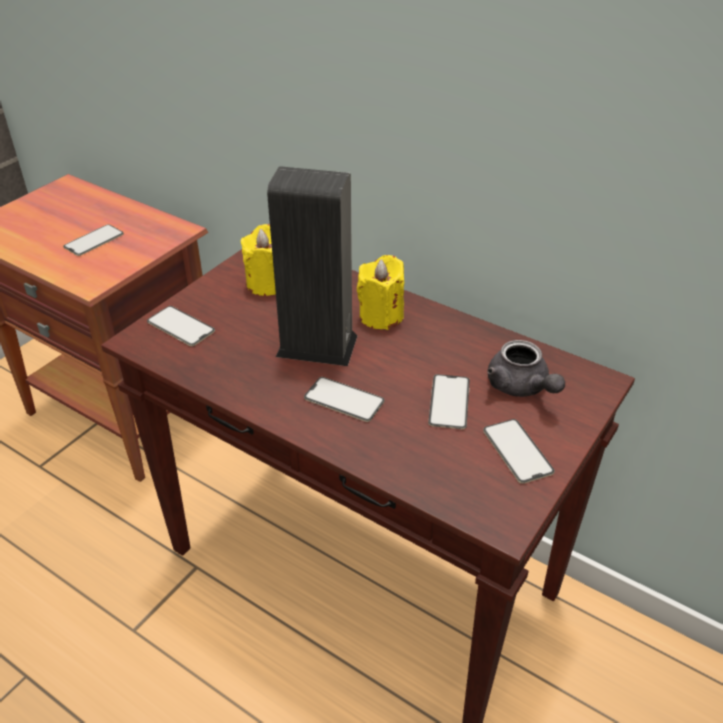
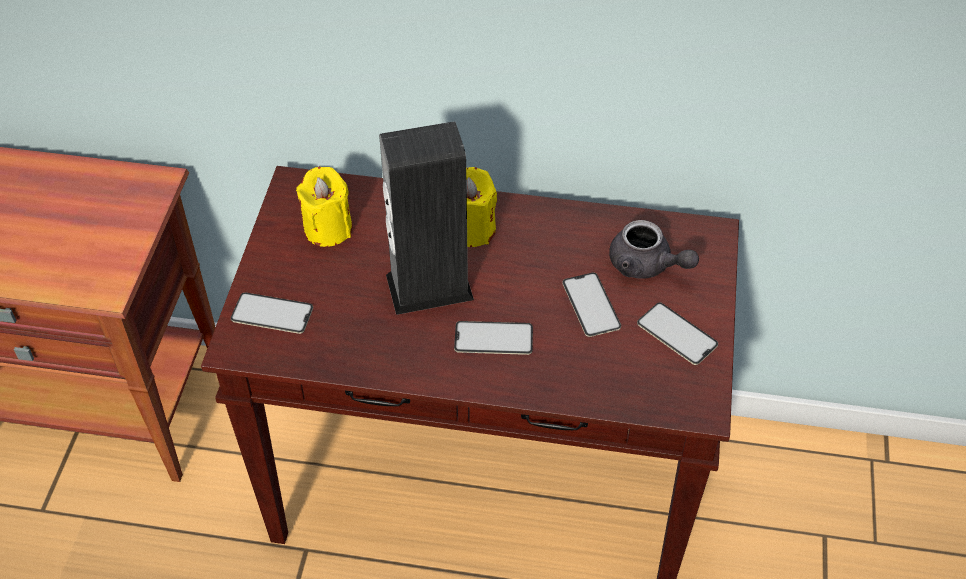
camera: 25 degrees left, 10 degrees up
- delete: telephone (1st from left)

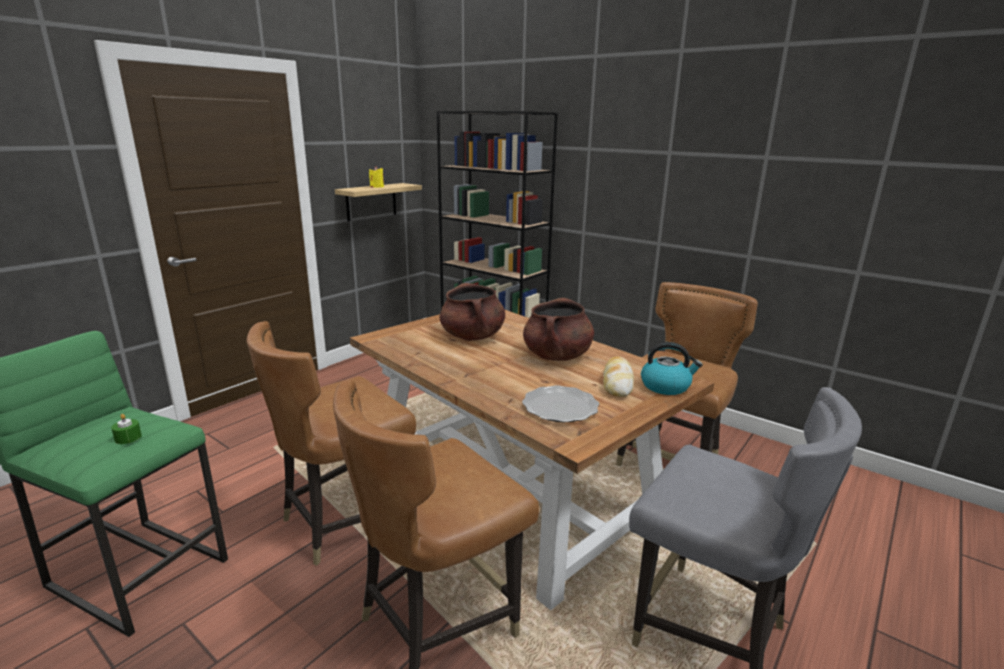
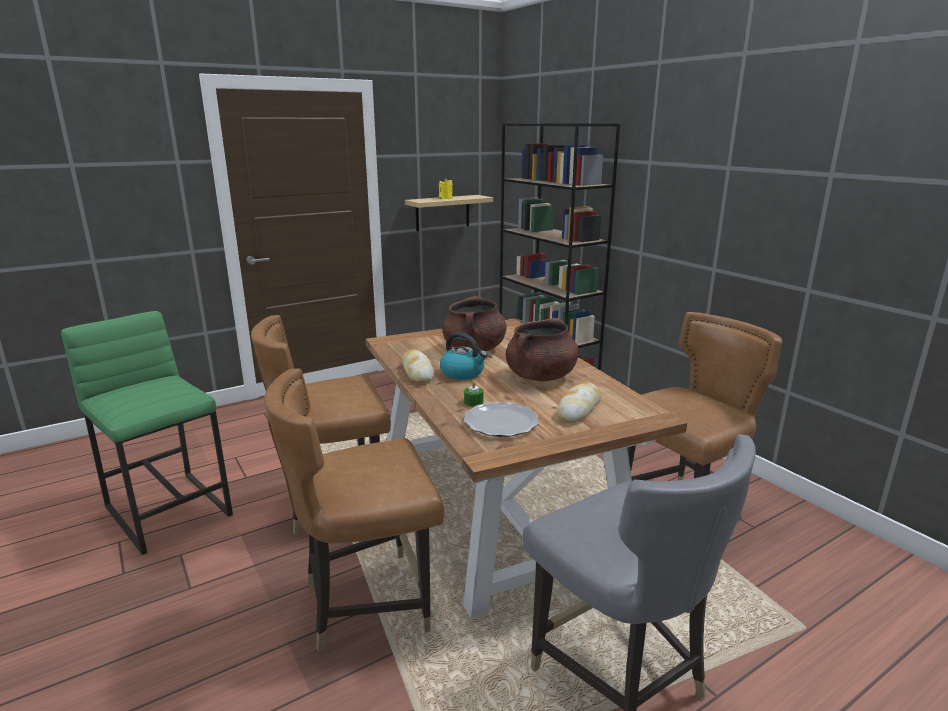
camera: 20 degrees right, 0 degrees up
- insert: baked_bread (1st from left)
- move: kettle
- move: green_wax_light

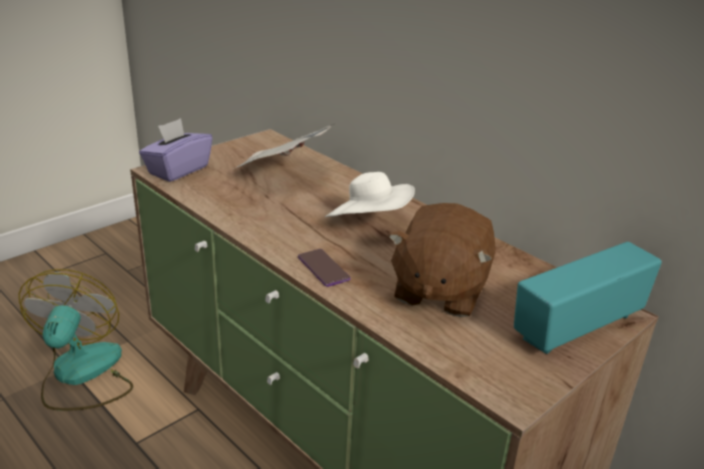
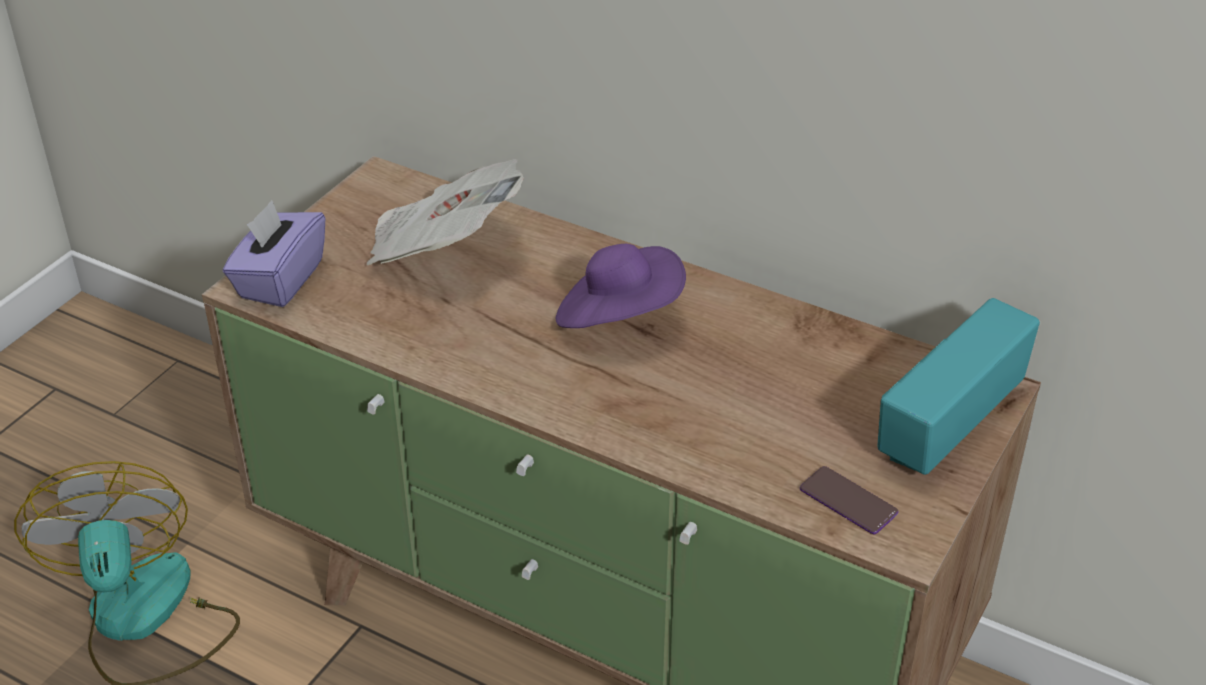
camera: 15 degrees left, 10 degrees up
- recolor: white-coloured_wearable_hat to purple_wearable_hat
- move: telephone
- delete: brown-coloured_cuddly_toy

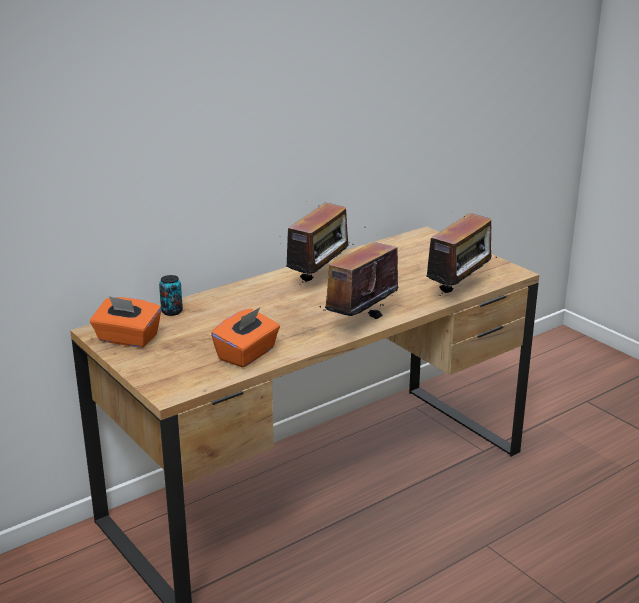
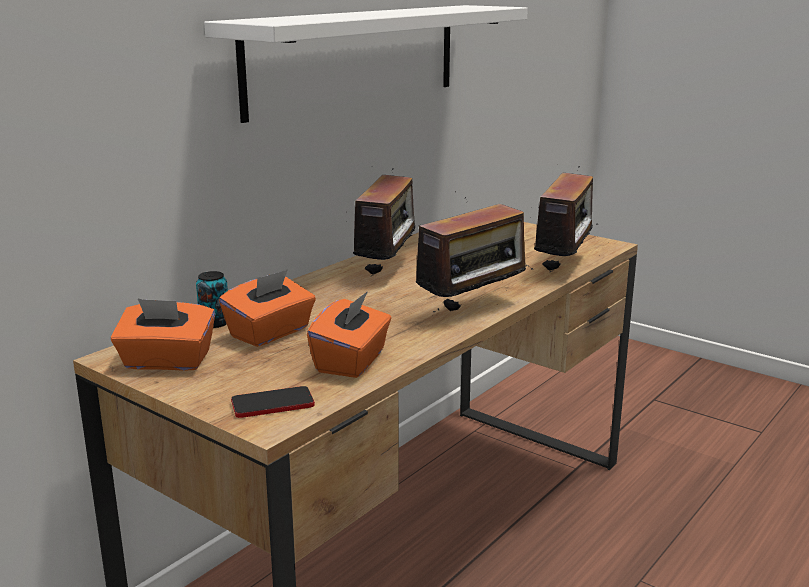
camera: 15 degrees left, 5 degrees down
- insert: white-coloured_bracket_shelf
- insert: orange_box_of_tissues (2nd from left)
- insert: telephone
- rotate: radio_set (2nd from left) 150 degrees counterclockwise

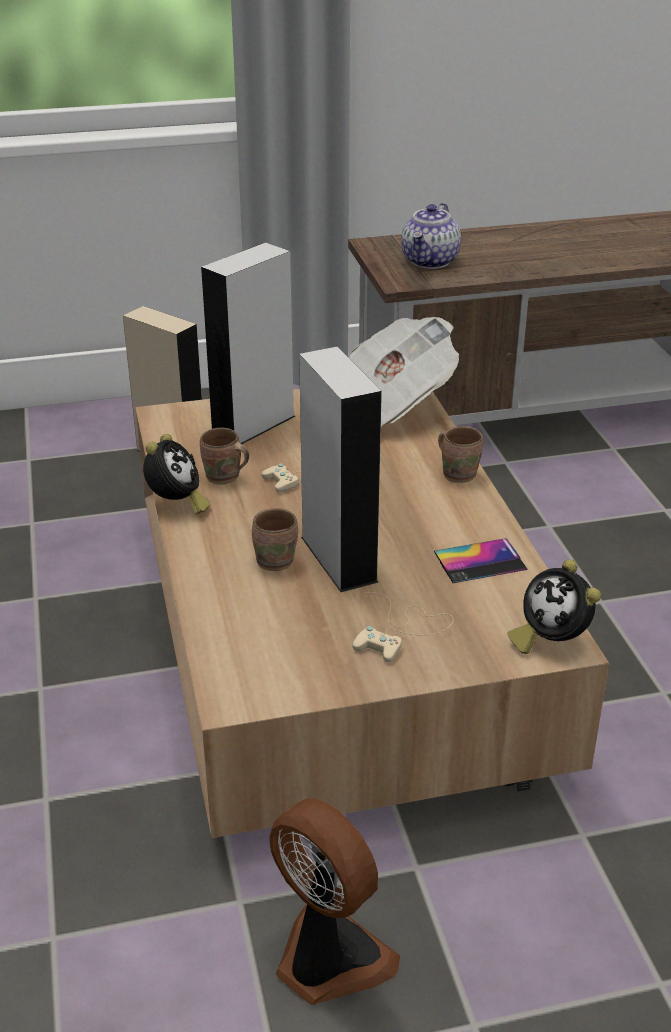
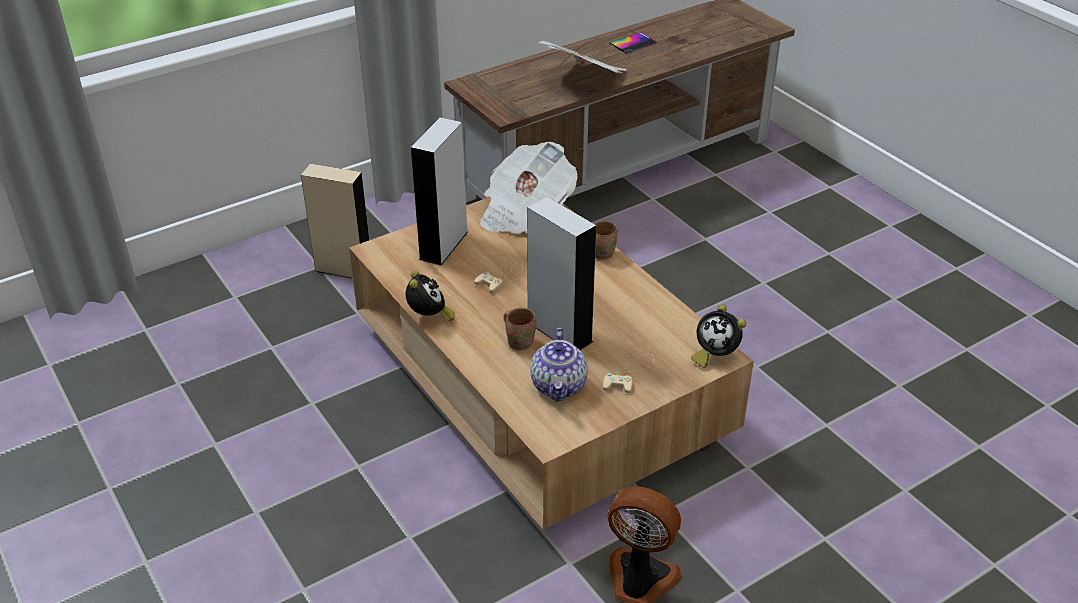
camera: 20 degrees left, 5 degrees up
- move: pot_for_tea
- insert: daily_paper (2nd from left)
- move: telephone
- delete: brown-coloured_tea_mug (1st from left)

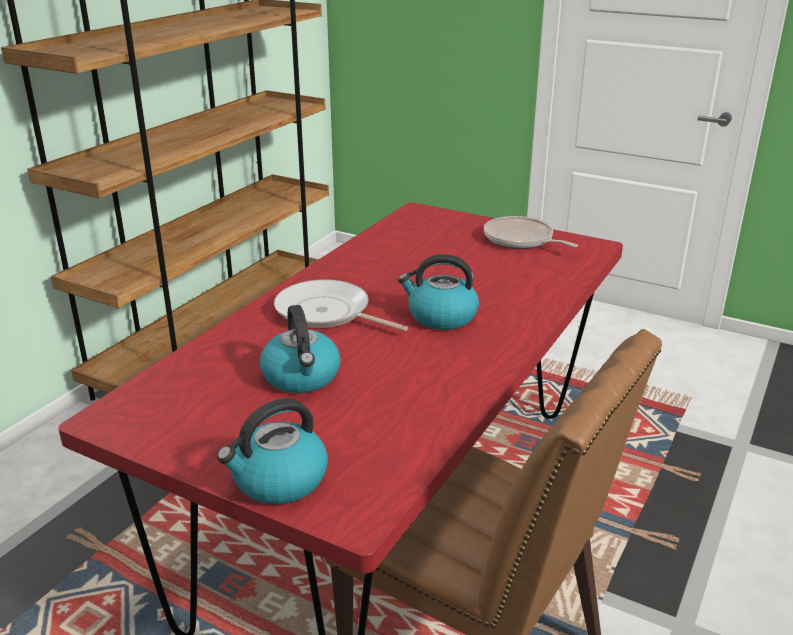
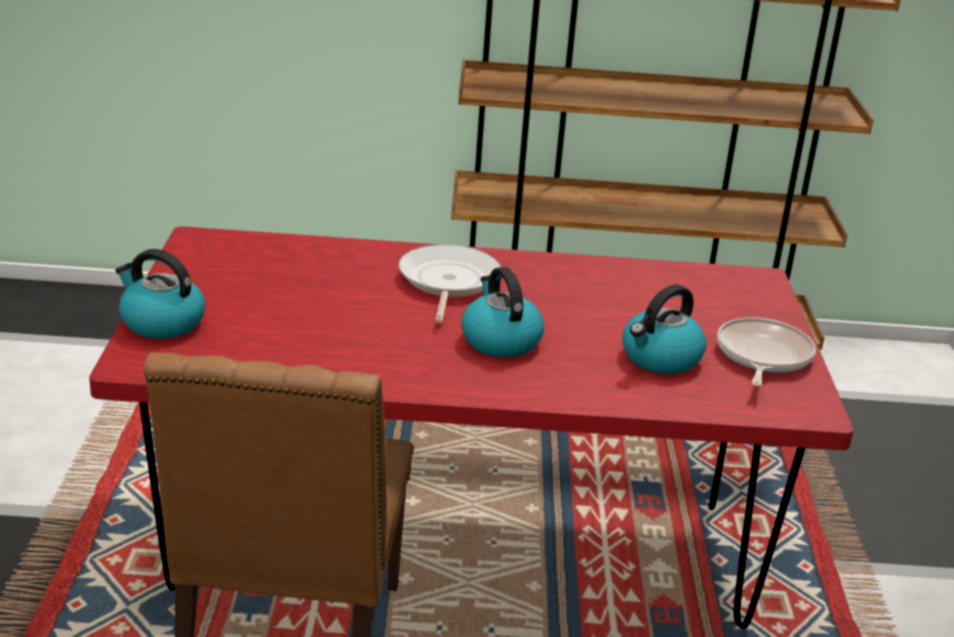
camera: 60 degrees right, 0 degrees up
- move: kettle (2nd from left in the first image) to kettle (3rd from left)

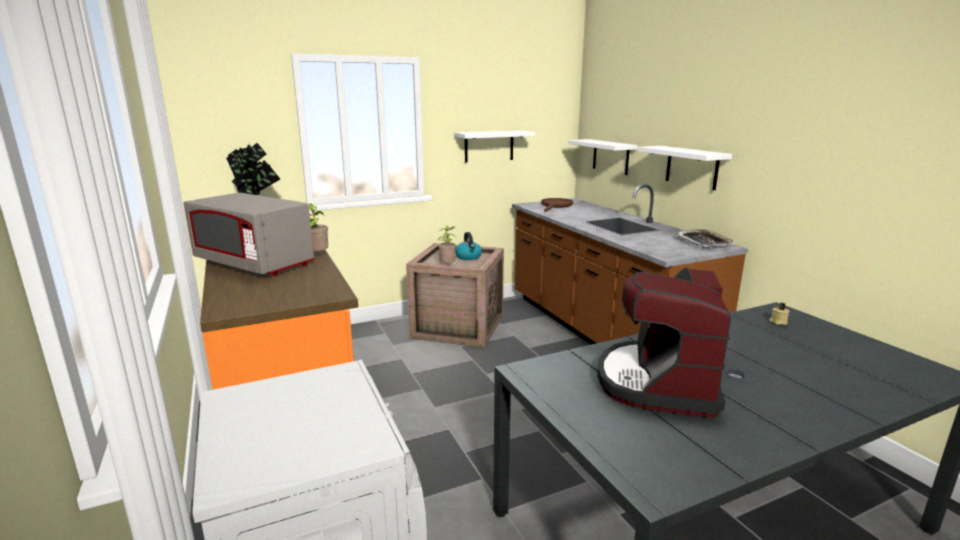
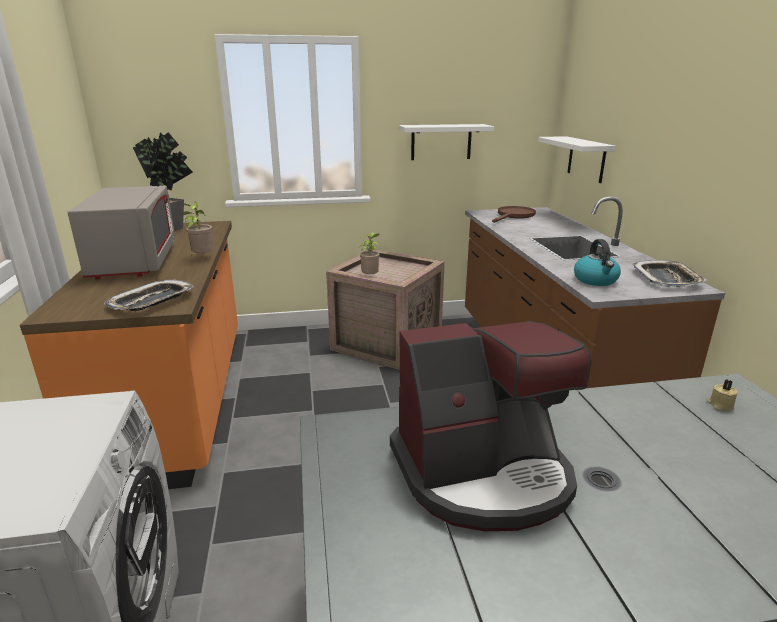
camera: 15 degrees right, 5 degrees up
- rotate: gray_kitchen_microwave 150 degrees counterclockwise
- insert: tray (1st from left)
- rotate: coffee_maker 135 degrees counterclockwise
- move: kettle
- delete: white-coloured_bracket_shelf (3rd from left)

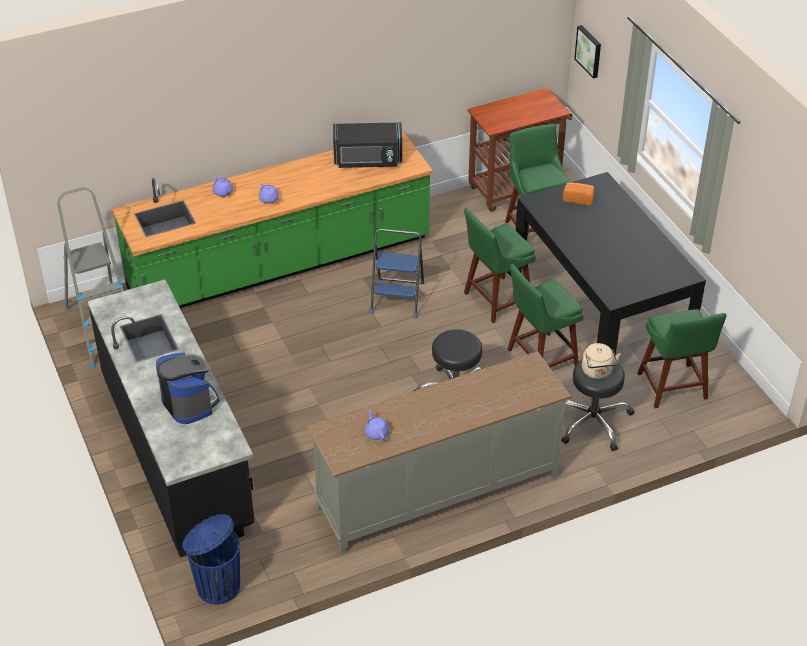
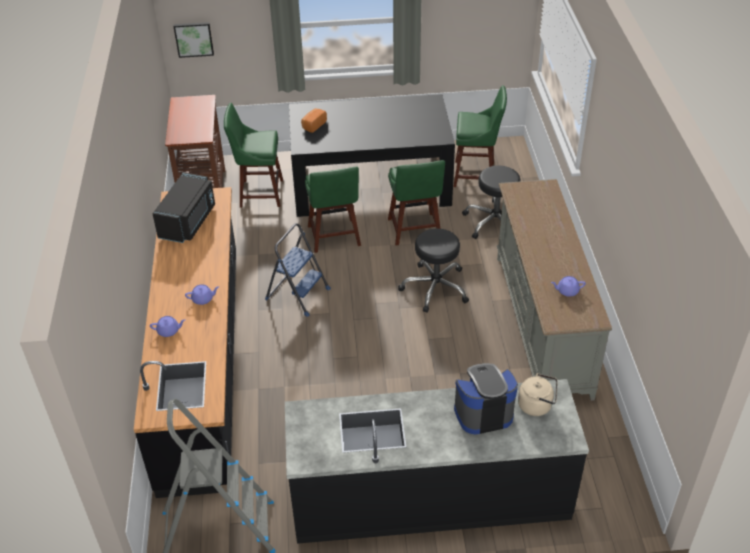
camera: 70 degrees left, 0 degrees up
- recolor: green_kitchen_counter to blackish_kitchen_counter (1st from left)
- move: beige-coloured_kettle
- delete: bluish_waste_bin

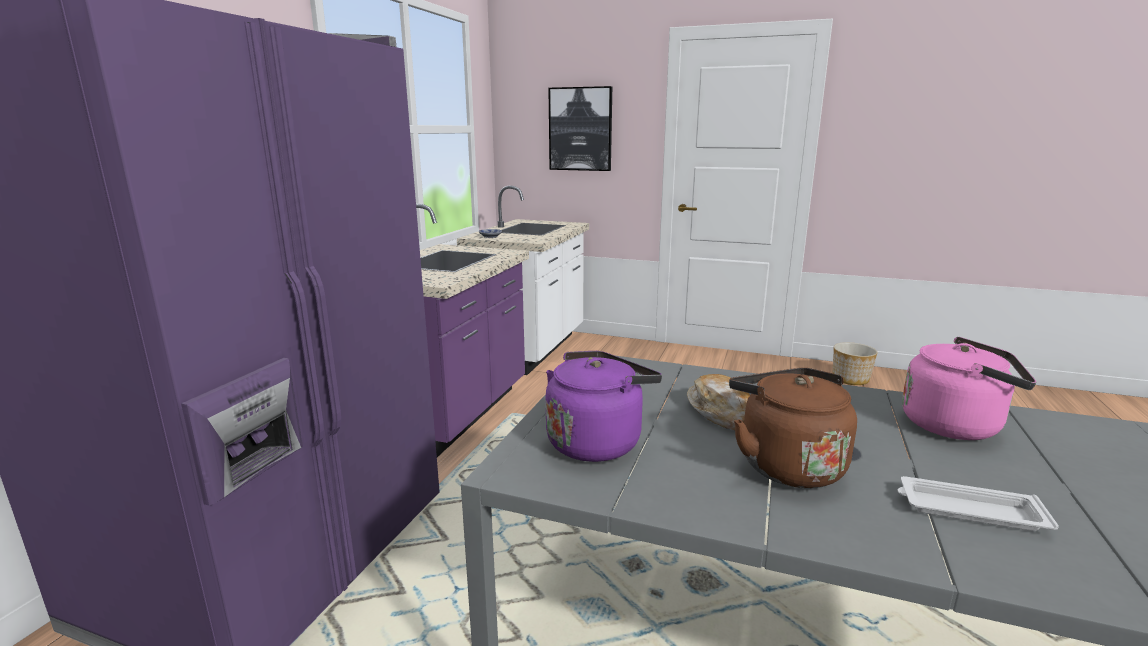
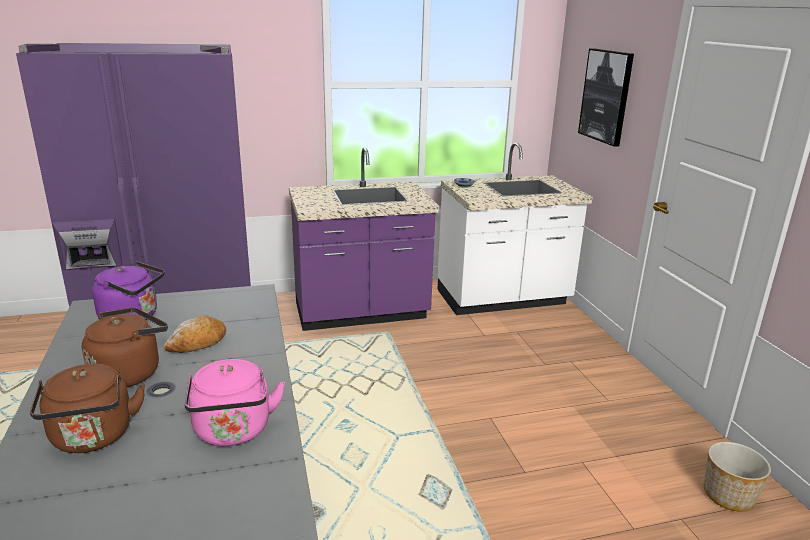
camera: 55 degrees right, 5 degrees up
- replace: white-coloured_tray to brown-coloured_kettle (1st from left)

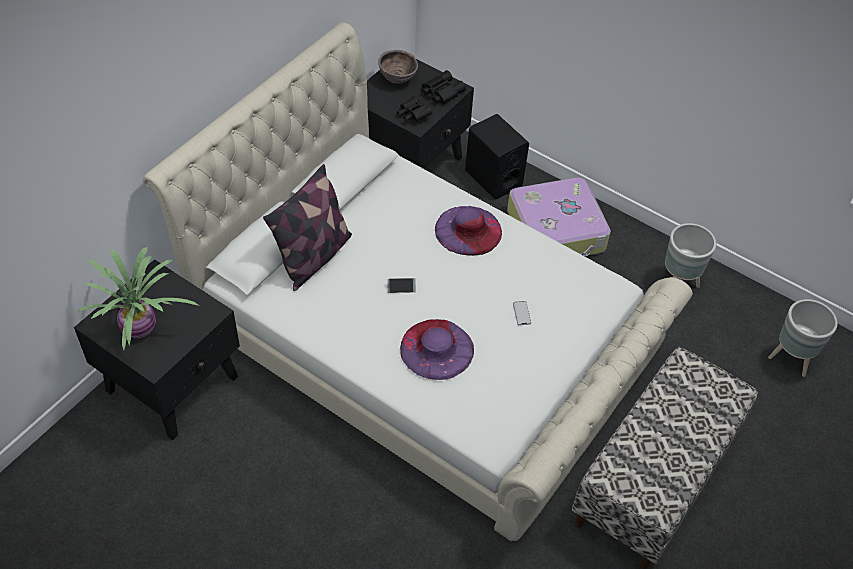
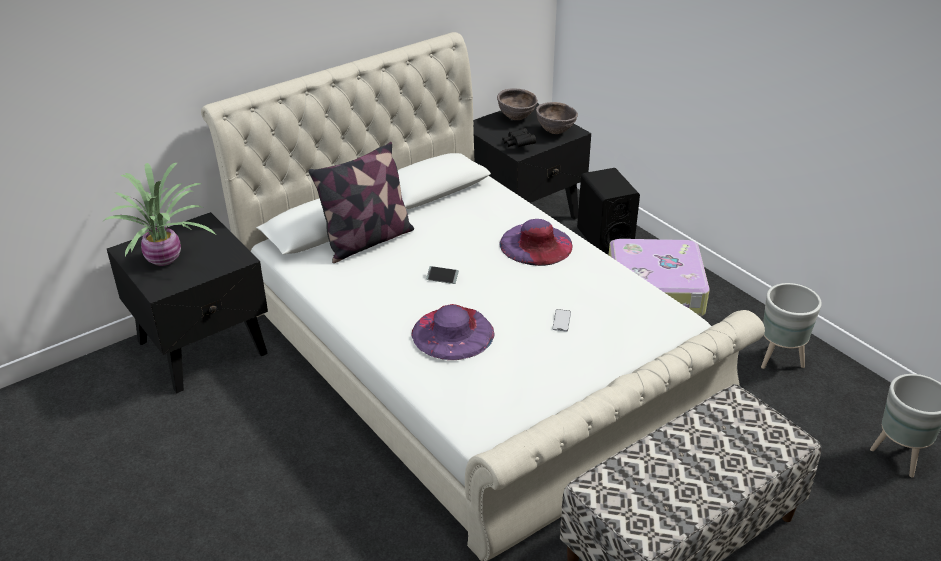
camera: 20 degrees right, 15 degrees down
- replace: blackish_binoculars (2nd from left) to brown-coloured_deep_dish (2nd from left)

